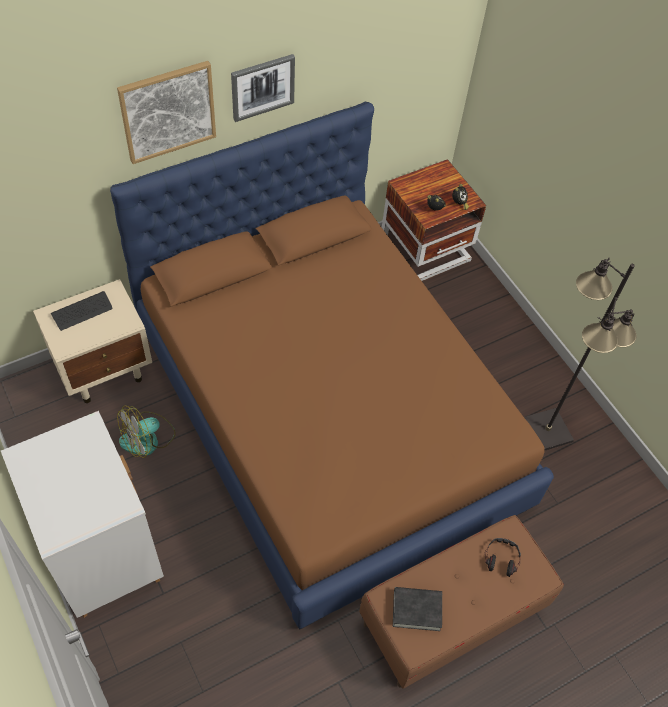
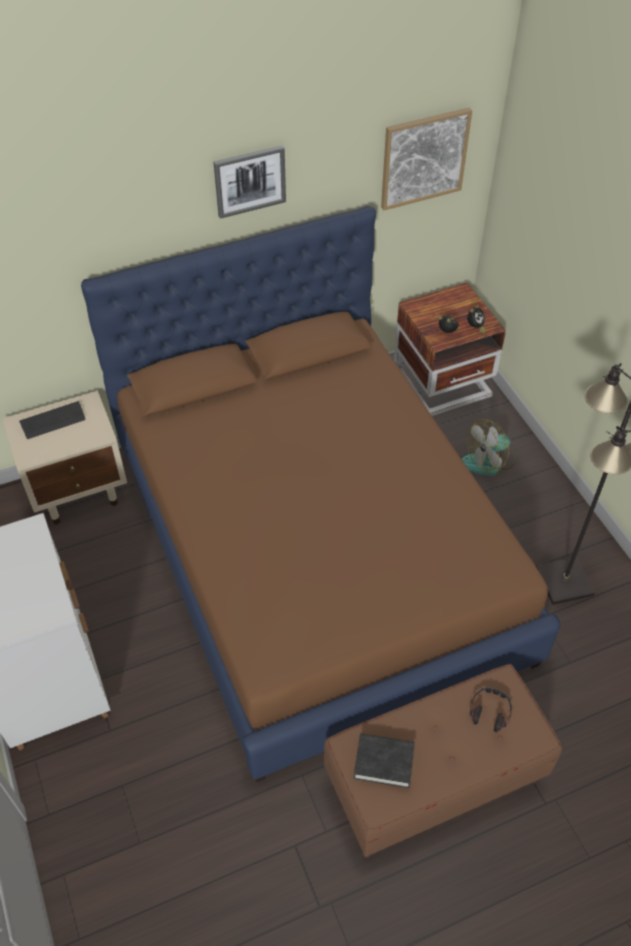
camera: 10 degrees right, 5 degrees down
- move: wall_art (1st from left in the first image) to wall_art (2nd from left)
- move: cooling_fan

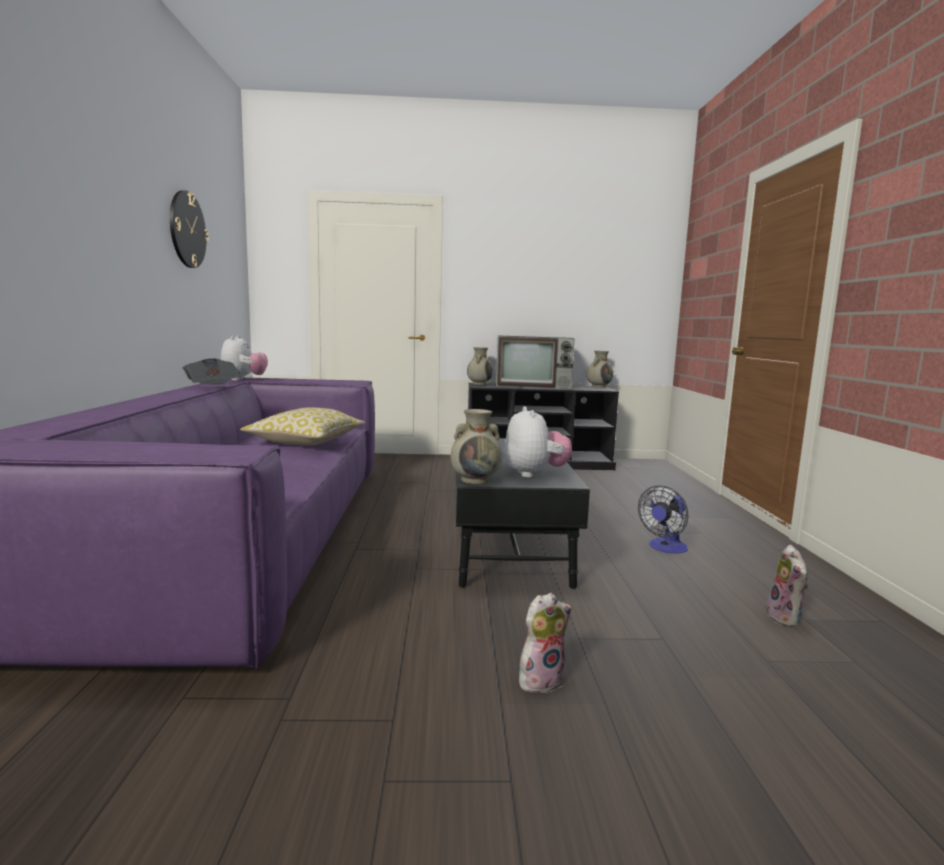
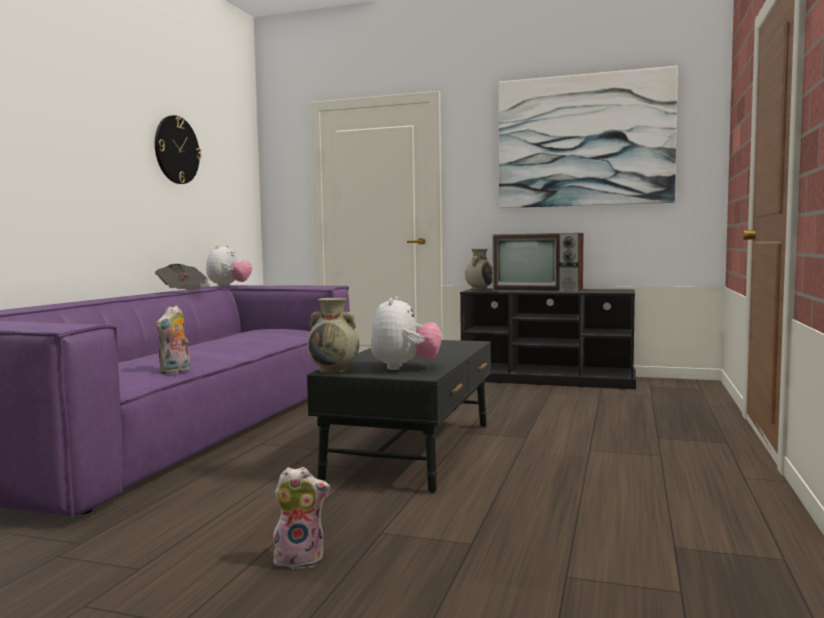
camera: 20 degrees right, 5 degrees down
- move: cuddly_toy (4th from left in the first image) to cuddly_toy (1st from left)
- insert: wall_art
- delete: pillow
- delete: beige-coloured_decorative_vase (3rd from left)
- delete: cooling_fan

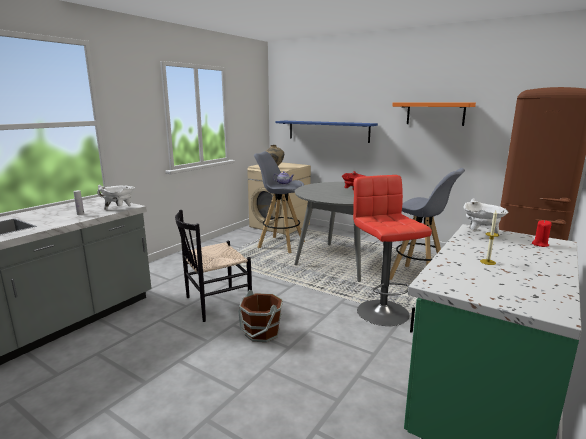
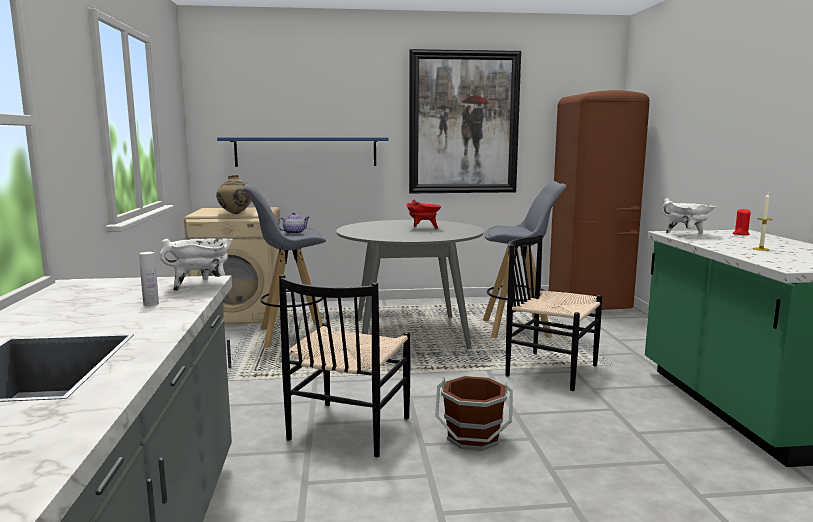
camera: 40 degrees left, 5 degrees down
- replace: orange_bracket_shelf to wall_art
- replace: red-coloured_sitting_stool to blackish_upright_chair (2nd from left)

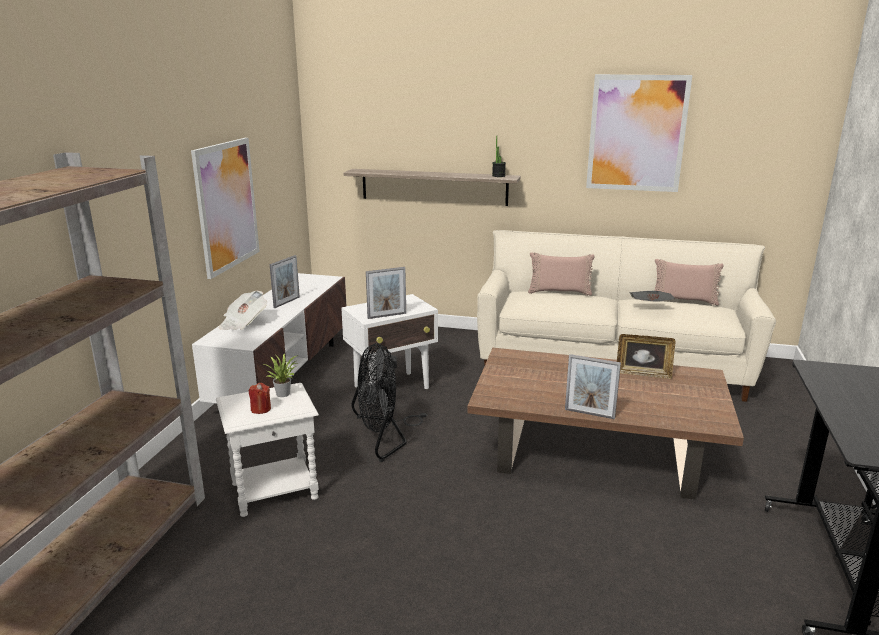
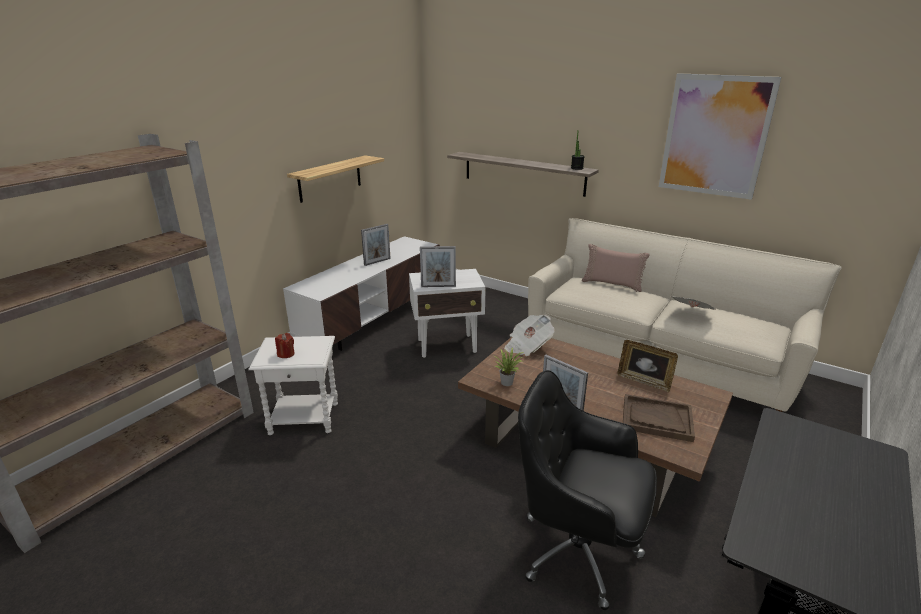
camera: 20 degrees right, 5 degrees up
- replace: wall_art (1st from left) to bracket_shelf (1st from left)
- move: potted_plant (1st from left)
- move: daily_paper (1st from left)
- insert: blackish_computer_chair
- insert: brown-coloured_tray
- delete: blackish_cooling_fan
- delete: beige-coloured_pillow (2nd from left)

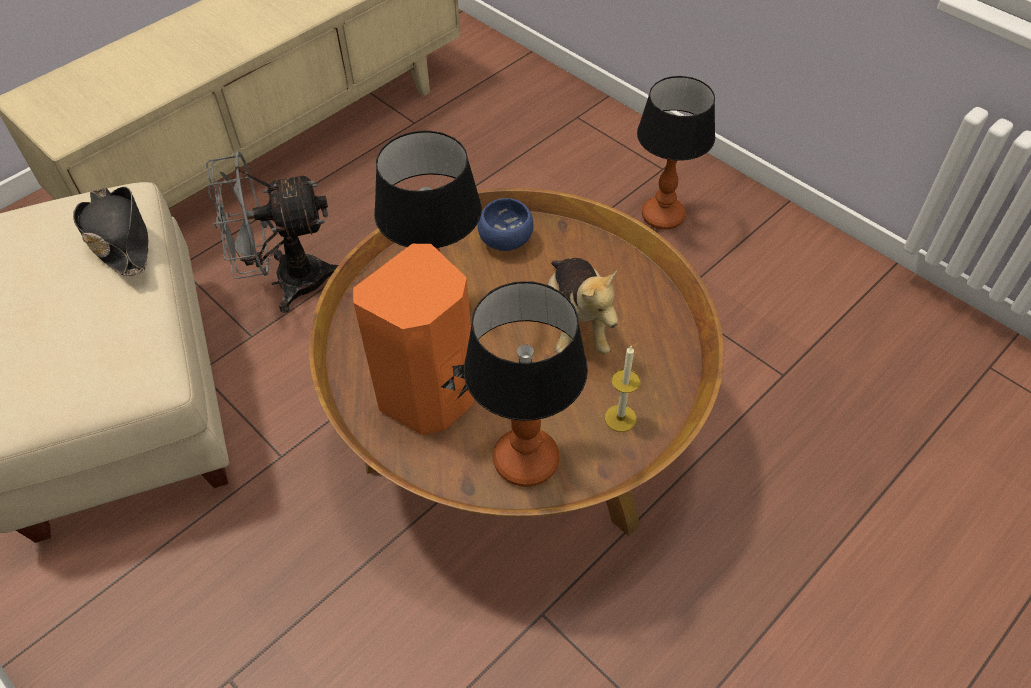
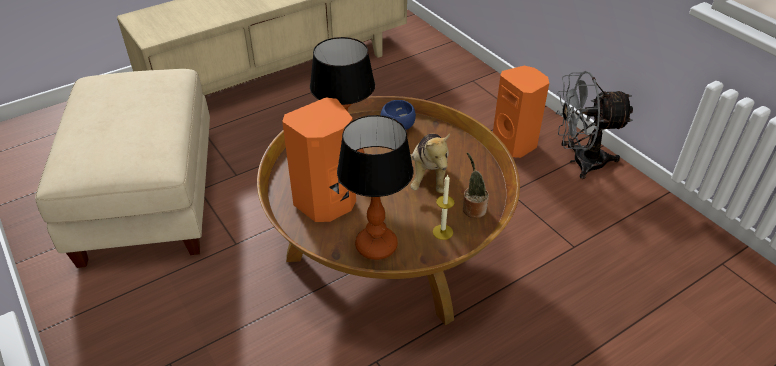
camera: 10 degrees right, 10 degrees down
- insert: potted_plant
- replace: table_lamp (3rd from left) to orange_loudspeaker (2nd from left)
- move: gray_cooling_fan
- delete: blackish_wearable_hat

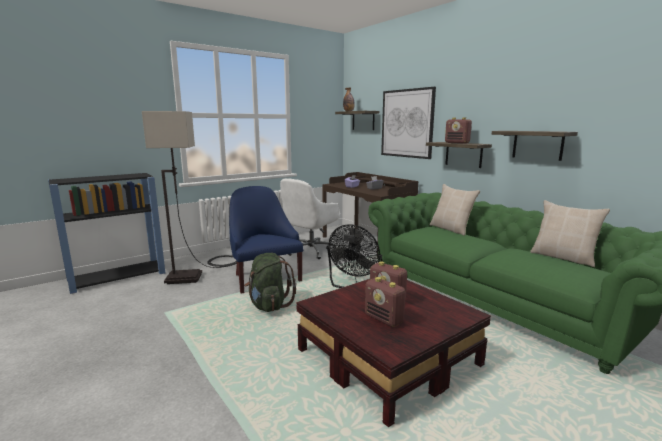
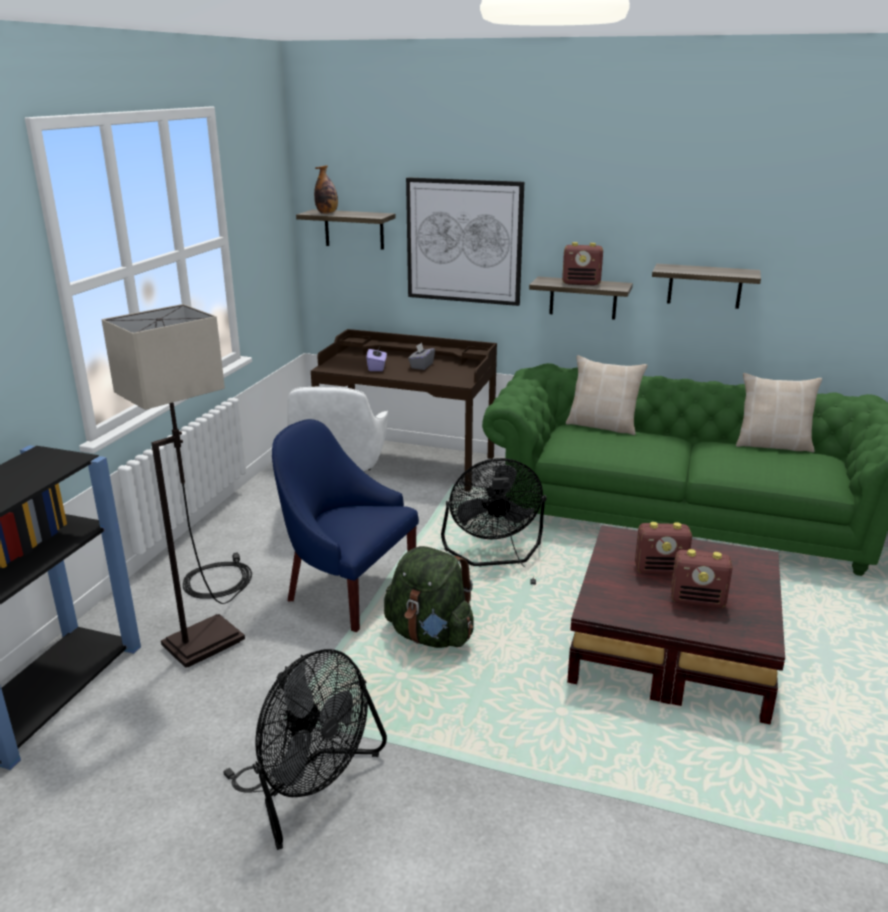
camera: 35 degrees left, 10 degrees up
- insert: blackish_cooling_fan (1st from left)

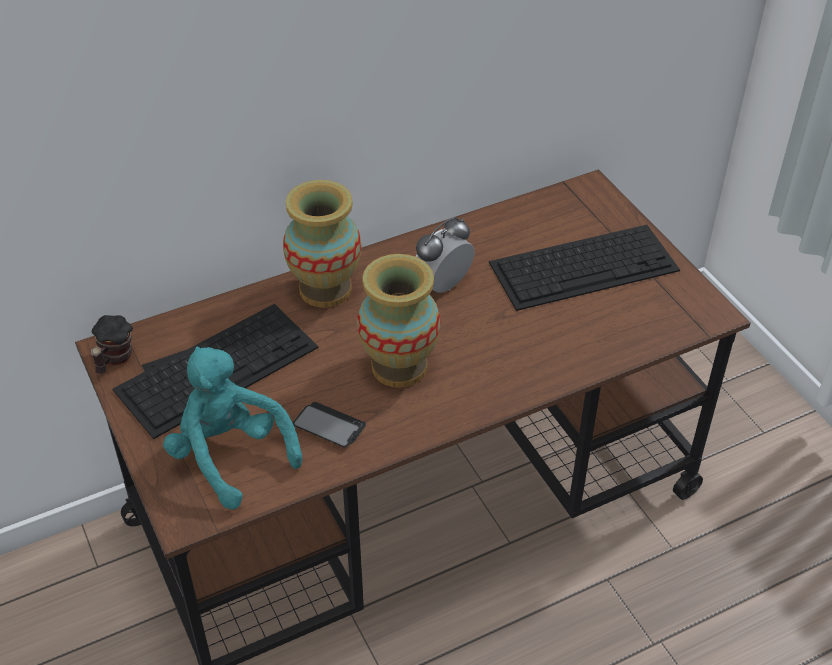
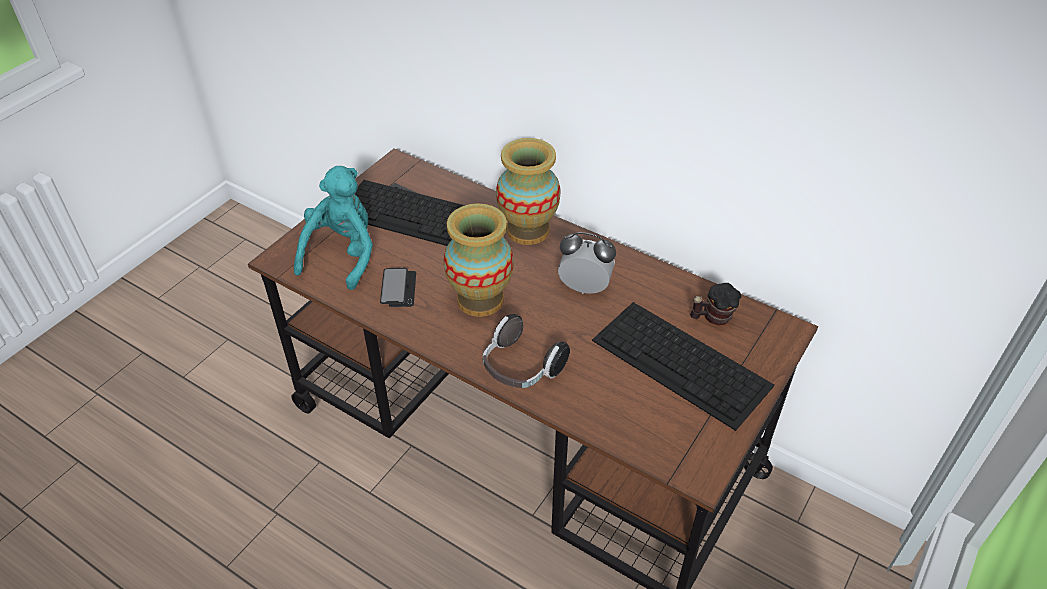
camera: 60 degrees right, 0 degrees up
- insert: pair_of_headphones
- move: tea_mug

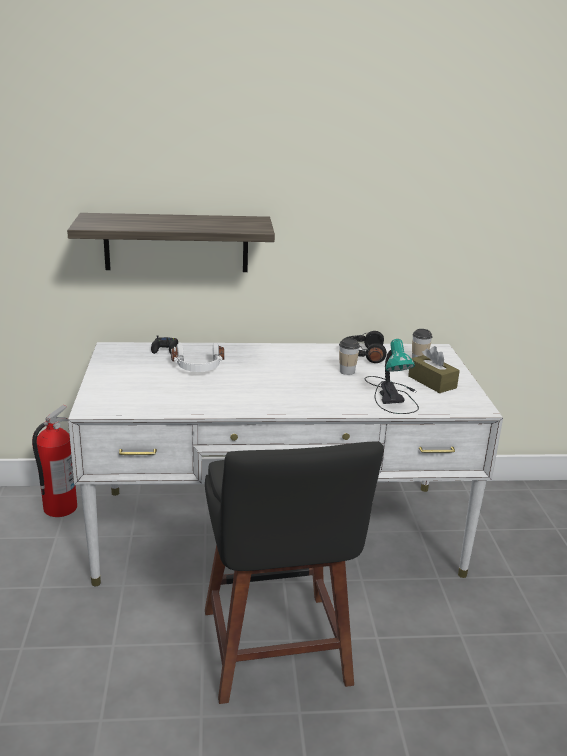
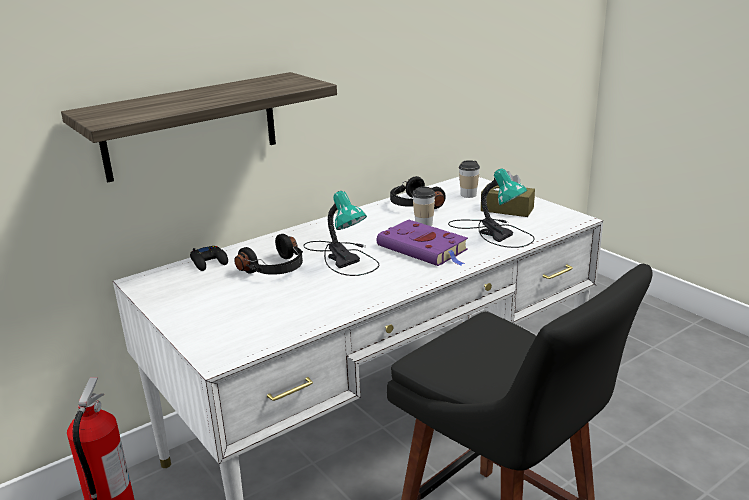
camera: 30 degrees left, 0 degrees up
- recolor: white-coloured_pair_of_headphones to blackish_pair_of_headphones (1st from left)
- insert: table_lamp (1st from left)
- insert: purple_volume

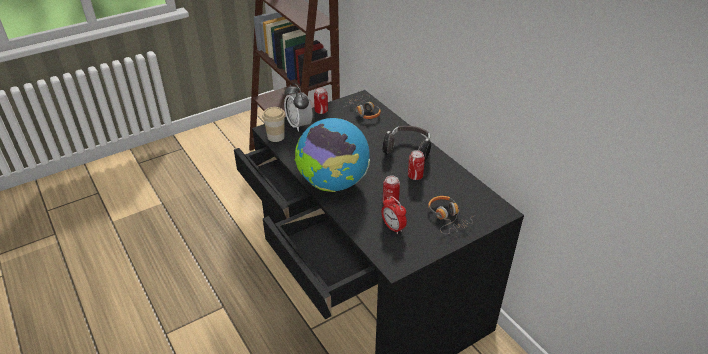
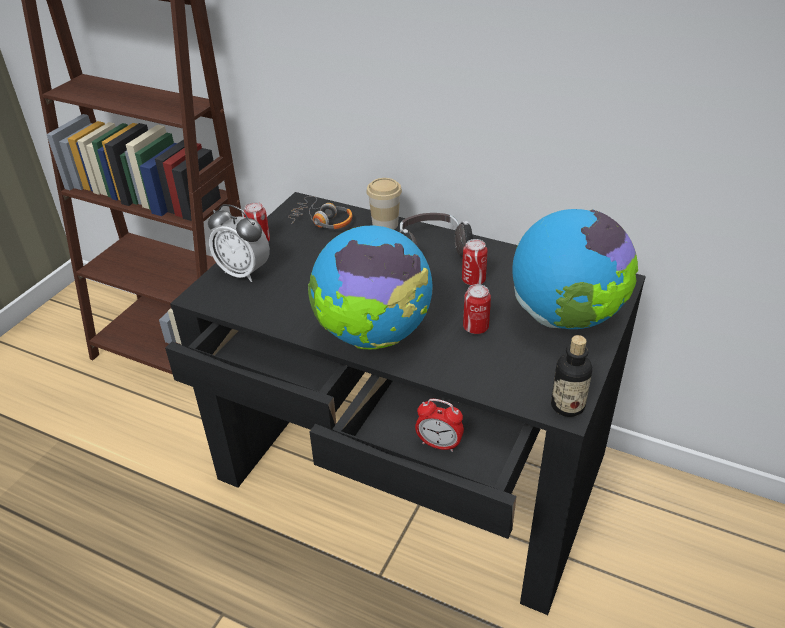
camera: 30 degrees left, 0 degrees up
- move: cup
- move: alarm_clock (2nd from left)
- replace: pair_of_headphones (3rd from left) to globe (2nd from left)
- insert: beverage_bottle

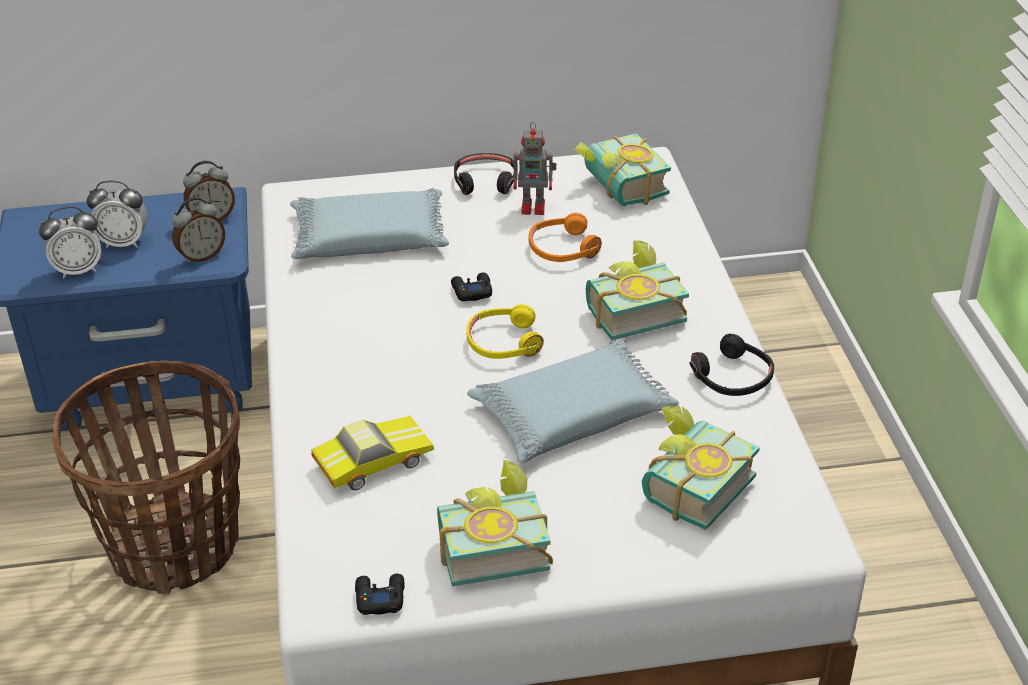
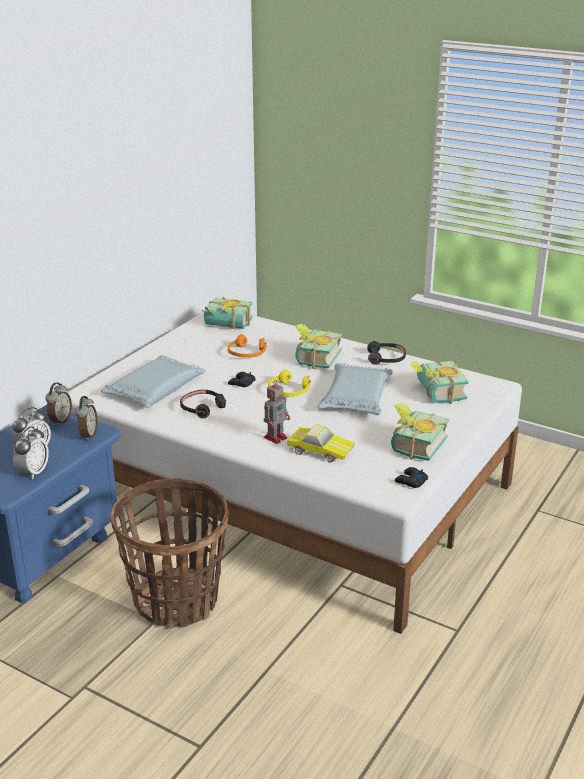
camera: 50 degrees left, 10 degrees down
- move: blackish_pair_of_headphones (1st from left)
- move: model_robot
- rotate: miniature_car 105 degrees clockwise

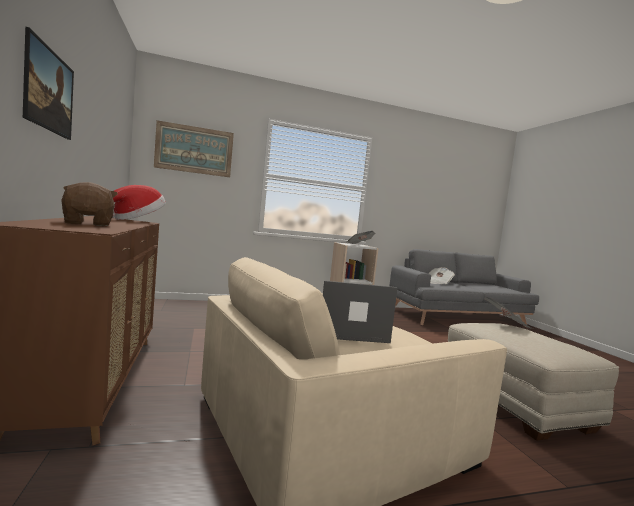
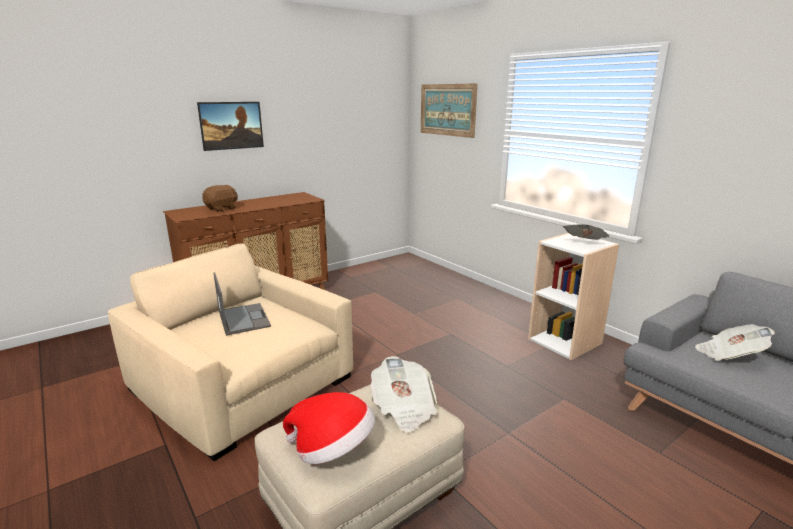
camera: 70 degrees right, 15 degrees up
- move: wearable_hat

